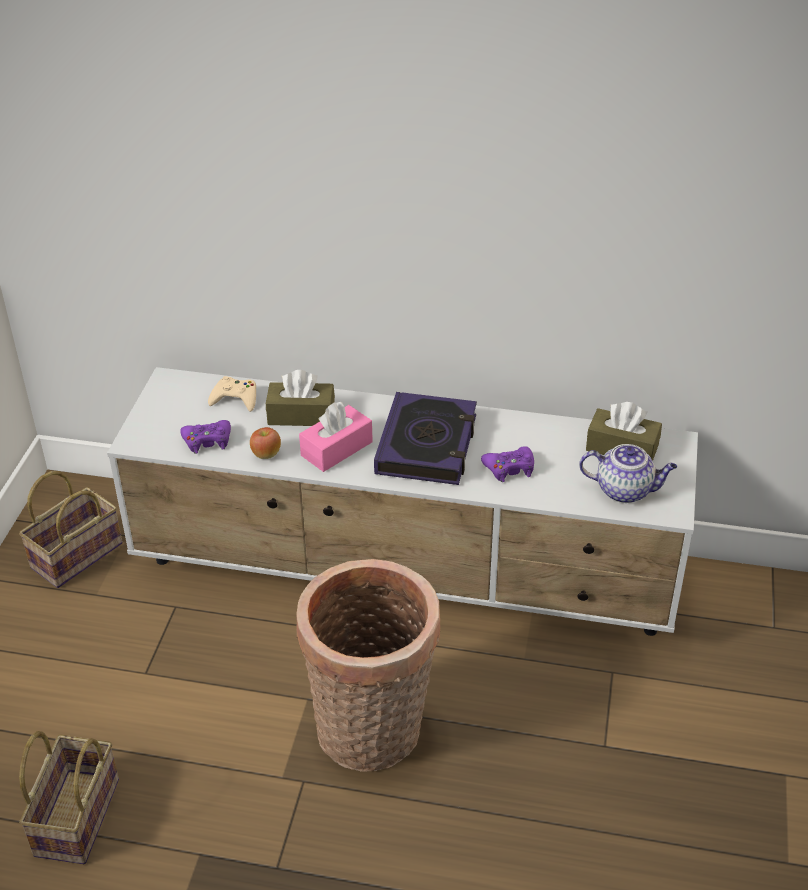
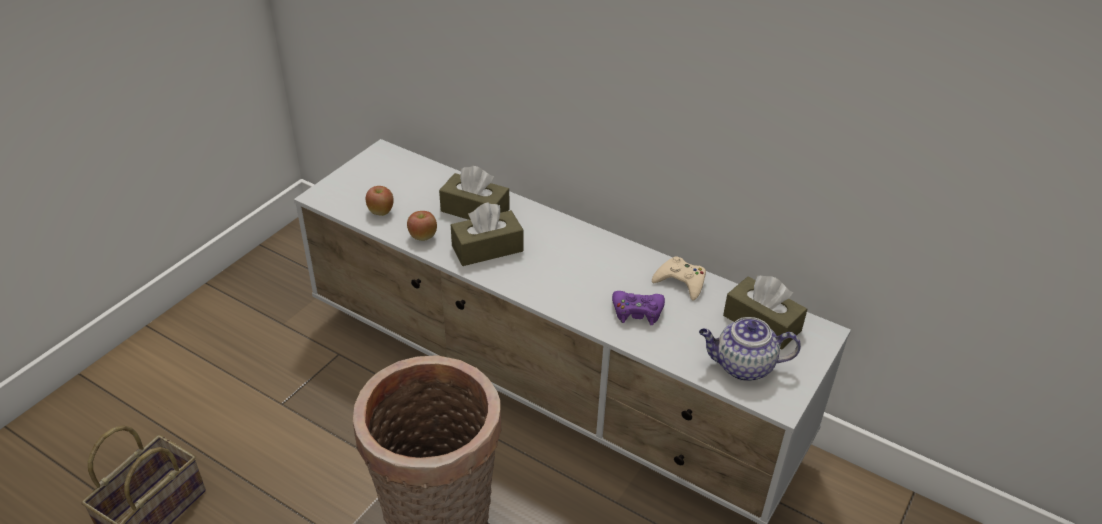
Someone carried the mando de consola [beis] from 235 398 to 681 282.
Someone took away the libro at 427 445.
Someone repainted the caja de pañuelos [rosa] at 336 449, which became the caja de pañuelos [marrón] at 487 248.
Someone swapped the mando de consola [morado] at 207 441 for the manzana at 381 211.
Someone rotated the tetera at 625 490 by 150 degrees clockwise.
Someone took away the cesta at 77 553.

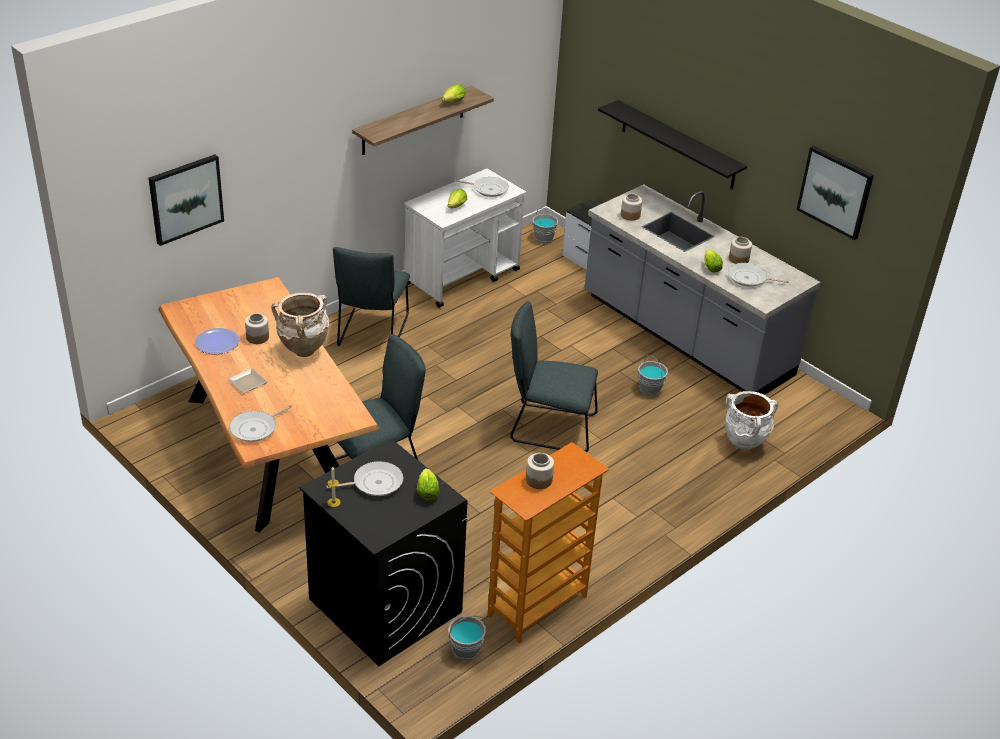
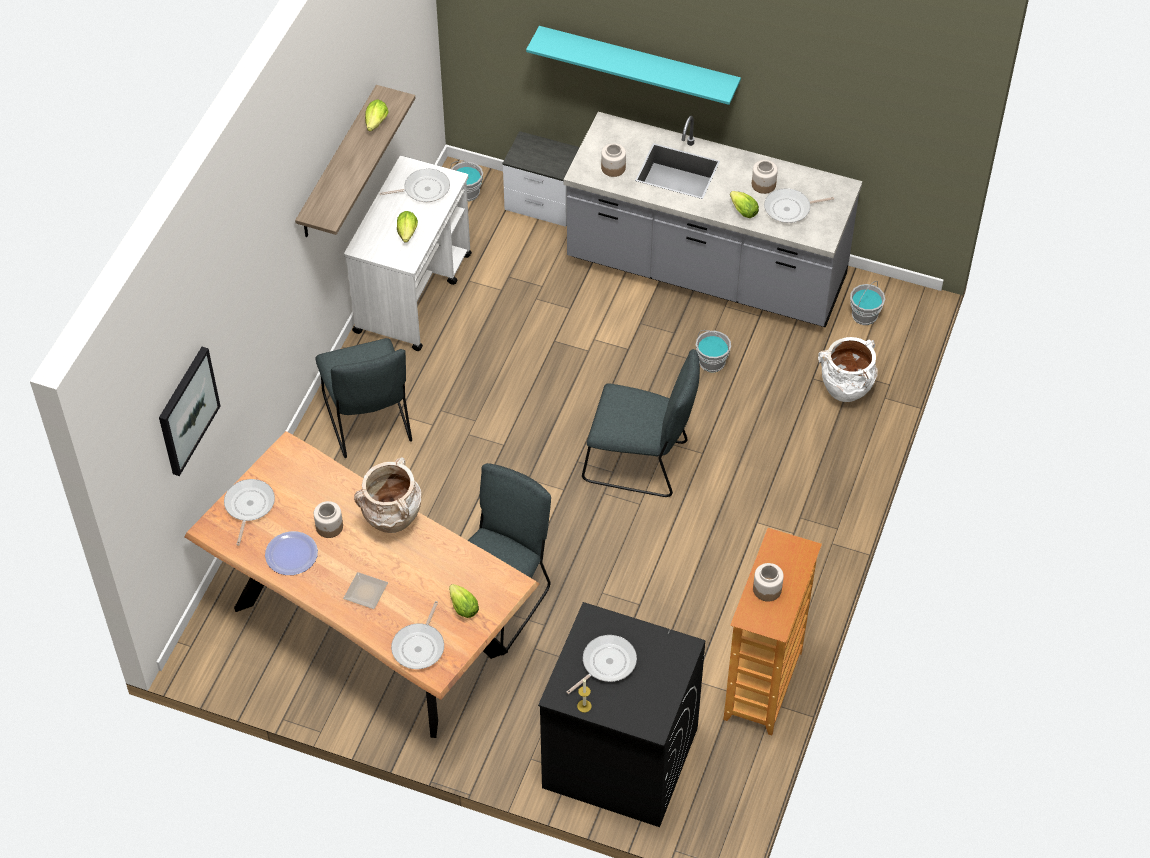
Someone repainted the estante [negro] at 678 145, which became the estante [turquesa] at 638 65.
Someone took away the cuadro at 835 192.
Someone rotated the silla [gris] at 549 427 by 150 degrees counterclockwise.
Someone carried the lechuga from 427 491 to 462 606.
Someone carried the cubo [gris] from 466 650 to 864 316.
Someone put down the sartén at 248 506.

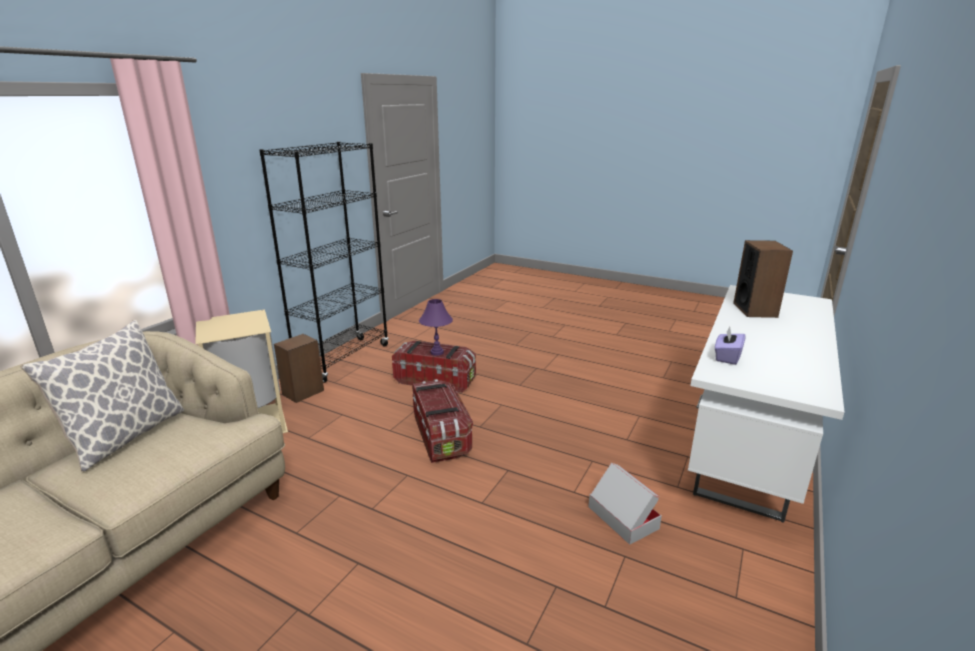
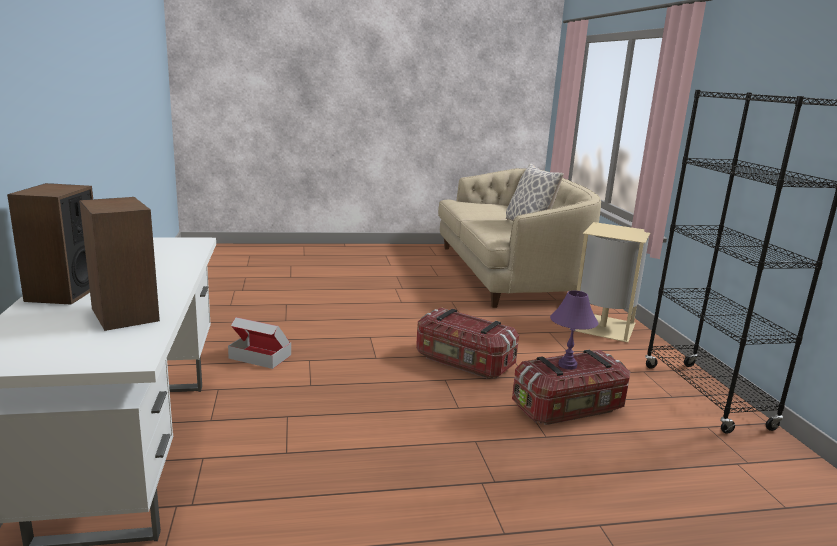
Someone took away the caja de pañuelos [morado] at 727 357.
Someone carried the altavoz from 303 392 to 64 292.

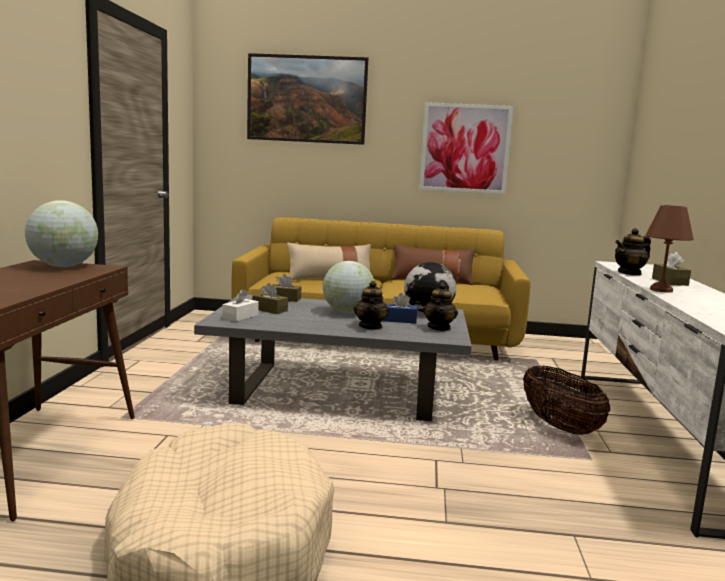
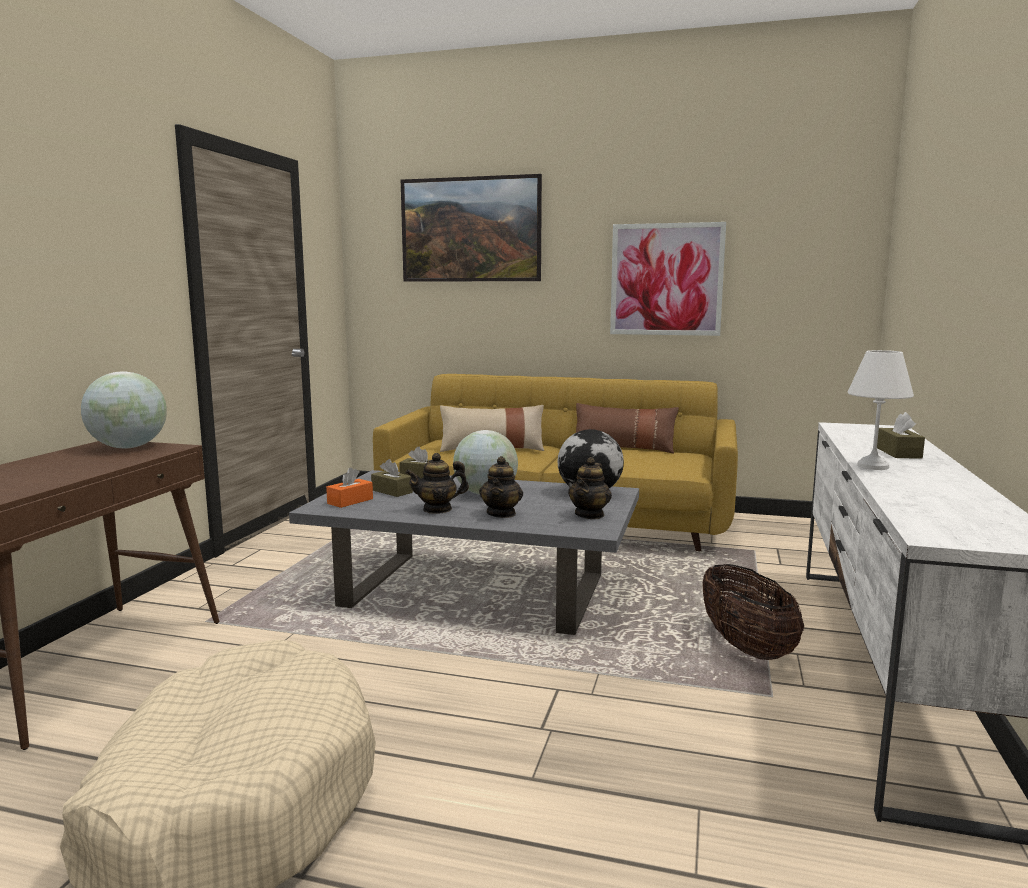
Someone repainted the lámpara de mesa [marrón] at 660 290, which became the lámpara de mesa [blanco] at 871 466.
Someone carried the tetera from 629 273 to 437 509.
Someone repainted the caja de pañuelos [blanco] at 240 317, which became the caja de pañuelos [naranja] at 350 501.
Someone took away the caja de pañuelos [azul] at 399 320.

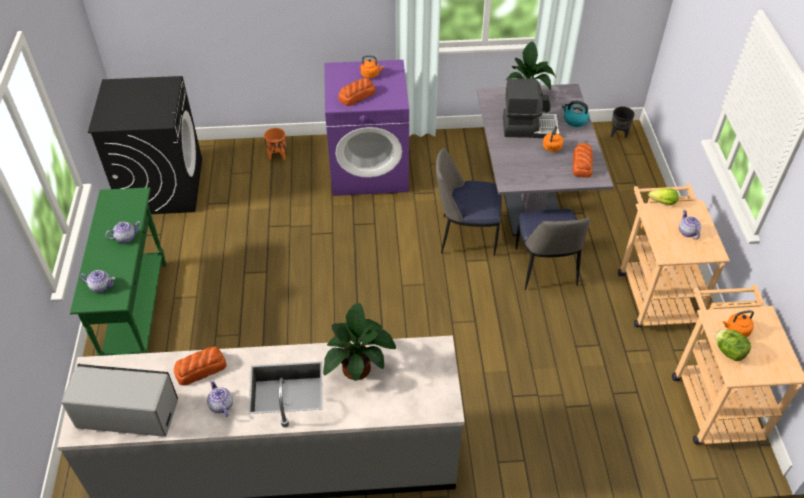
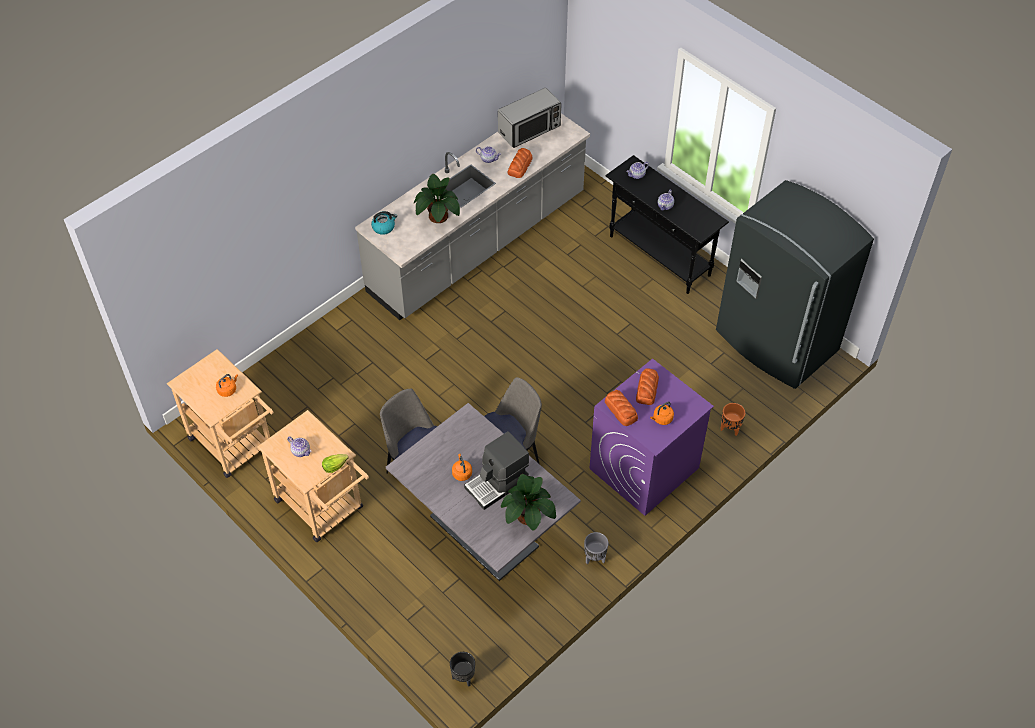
Someone swapped the lavadora [negro] at 162 186 for the nevera [gris] at 775 342.
Someone carried the hervidor from 575 120 to 384 227.
Someone carried the pan from 582 164 to 621 410.
Someone repainted the mesa consola [verde] at 138 314, which became the mesa consola [negro] at 659 256.
Someone took away the lechuga at 729 352.
Someone put down the maceta [gris] at 594 558.

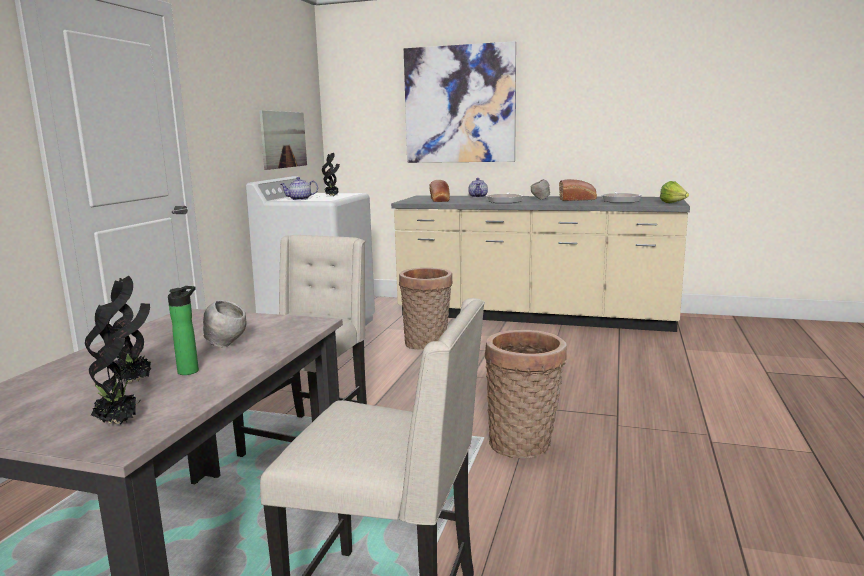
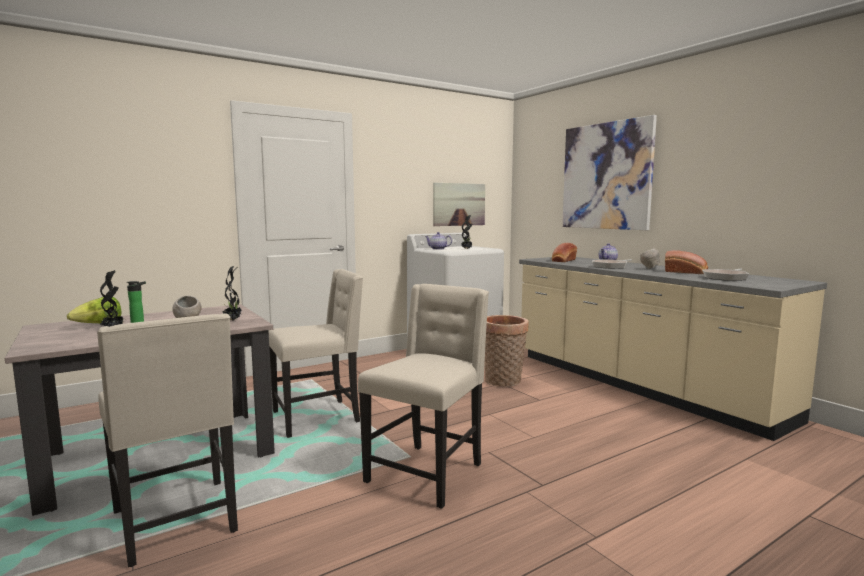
Someone carried the lechuga from 674 204 to 99 325.
Someone carried the planta en maceta from 119 423 to 233 320.
Someone swapped the cesta at 524 444 for the silla [beis] at 427 473.

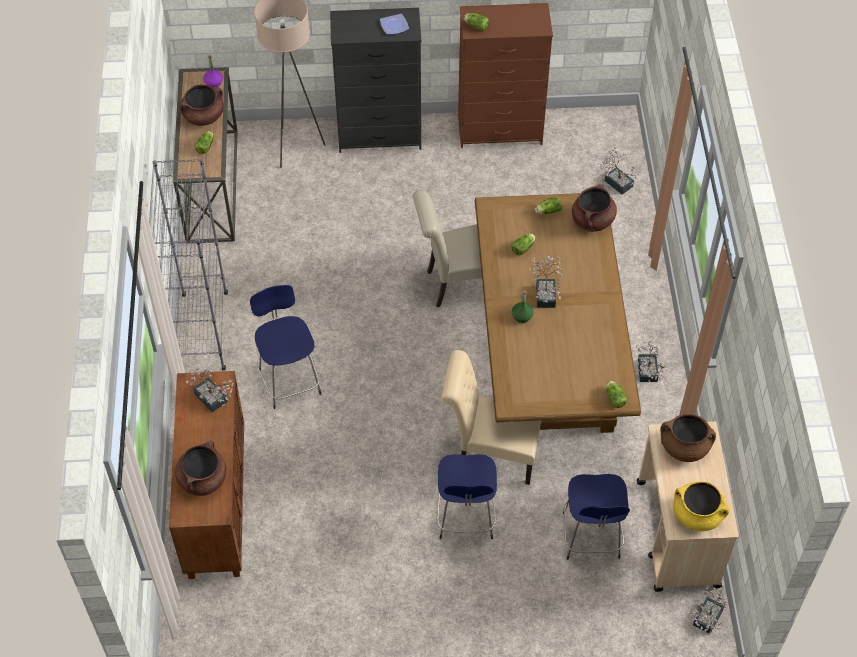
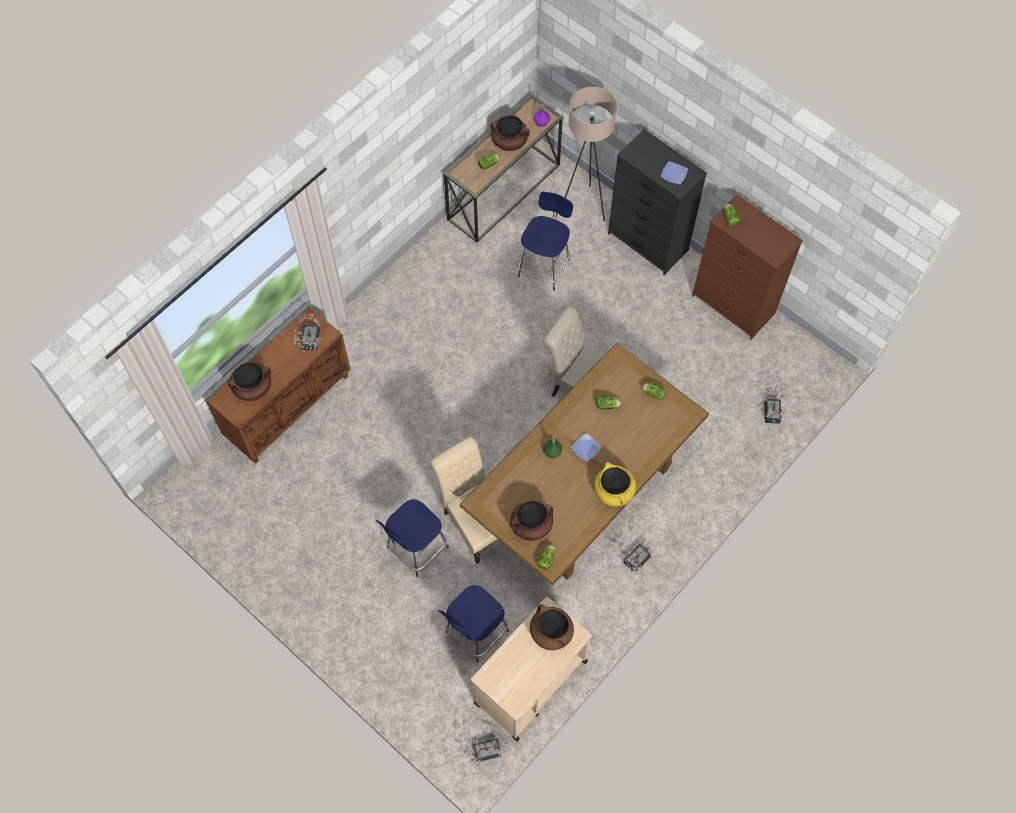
Someone took away the estantería [gris] at 203 332.
Someone carried the olla [marrón] from 592 221 to 531 525.
Someone swapped the planta en maceta at 546 293 for the plato at 585 449.
Someone carried the taburete [azul] from 289 380 to 544 266.
Someone carried the olla [amarillo] from 697 515 to 614 491.

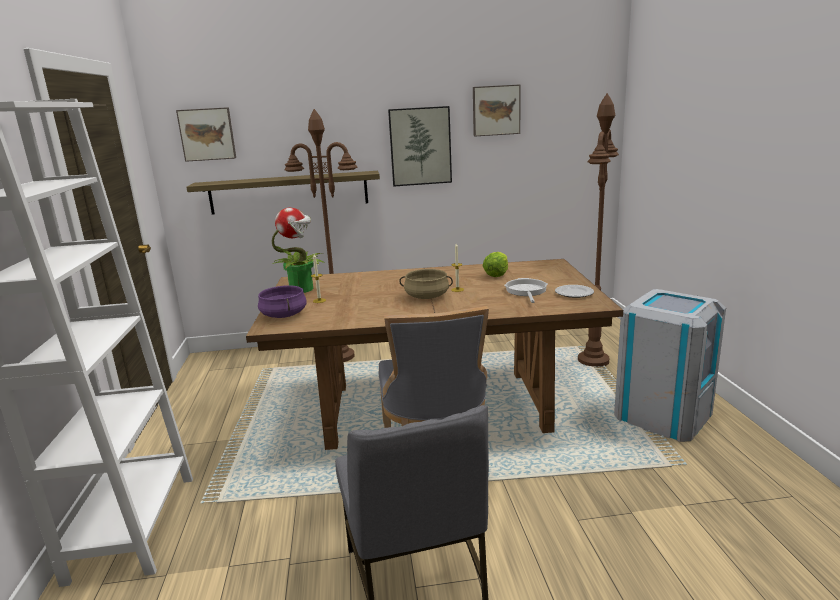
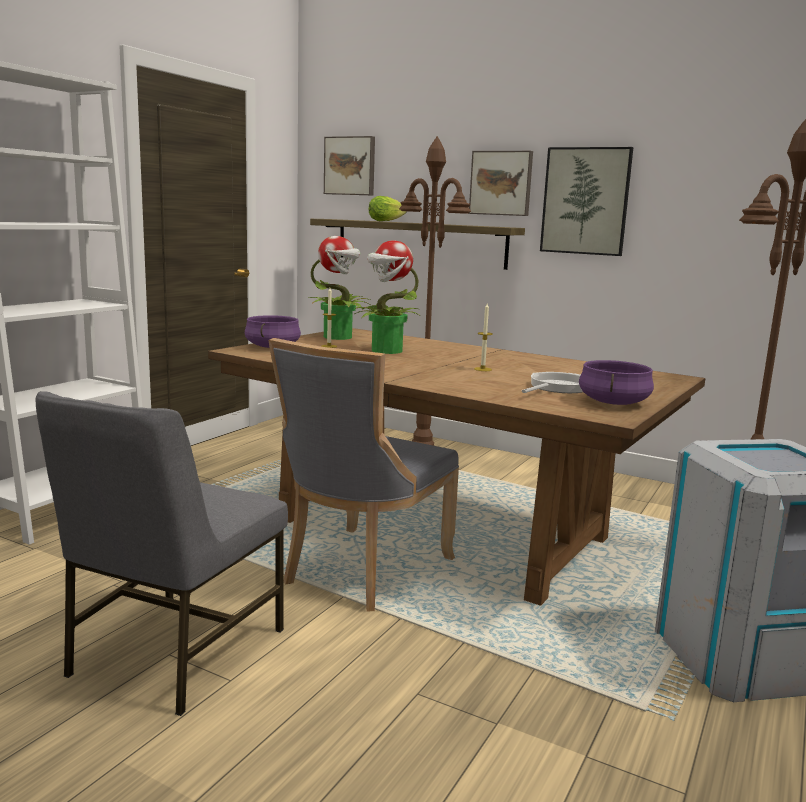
Someone carried the cuadro from 496 110 to 501 183.
Someone carried the lechuga from 496 274 to 385 221.
Someone took away the olla [beis] at 426 297.
Someone swapped the plato at 573 293 for the olla [morado] at 613 402.
Someone put down the planta en maceta at 386 351.

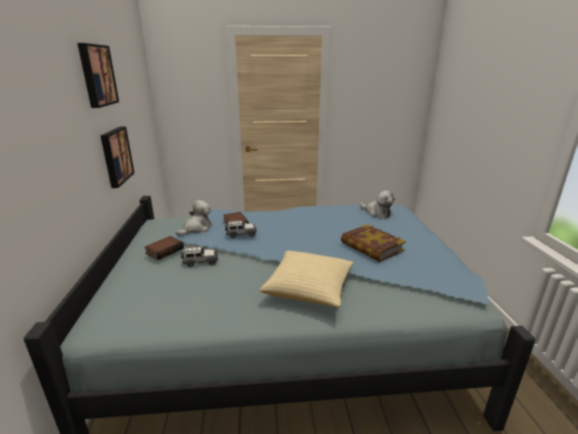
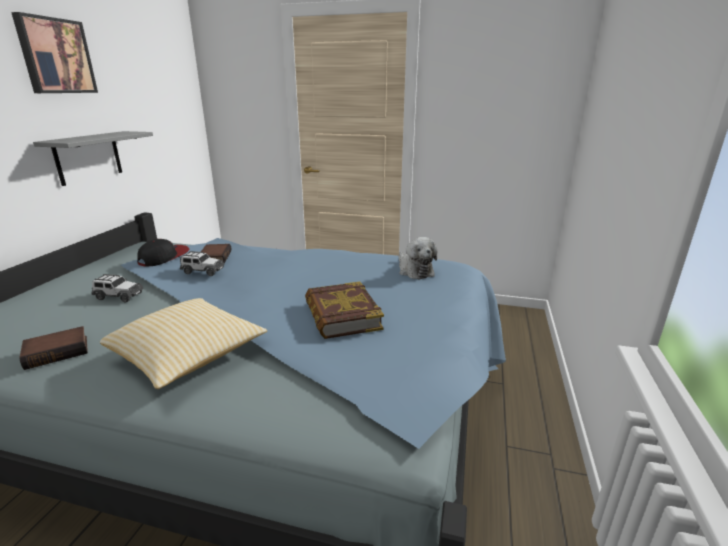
Someone swapped the cuadro at 115 156 for the estante [gris] at 88 157.
Someone swapped the peluche at 196 229 for the gorra at 164 257.
Someone carried the libro from 164 250 to 58 351.

